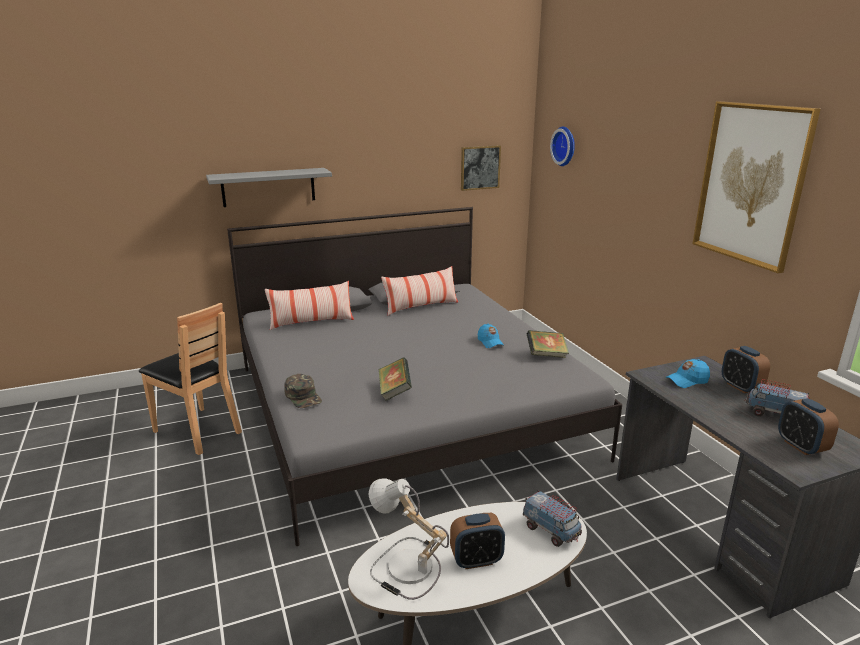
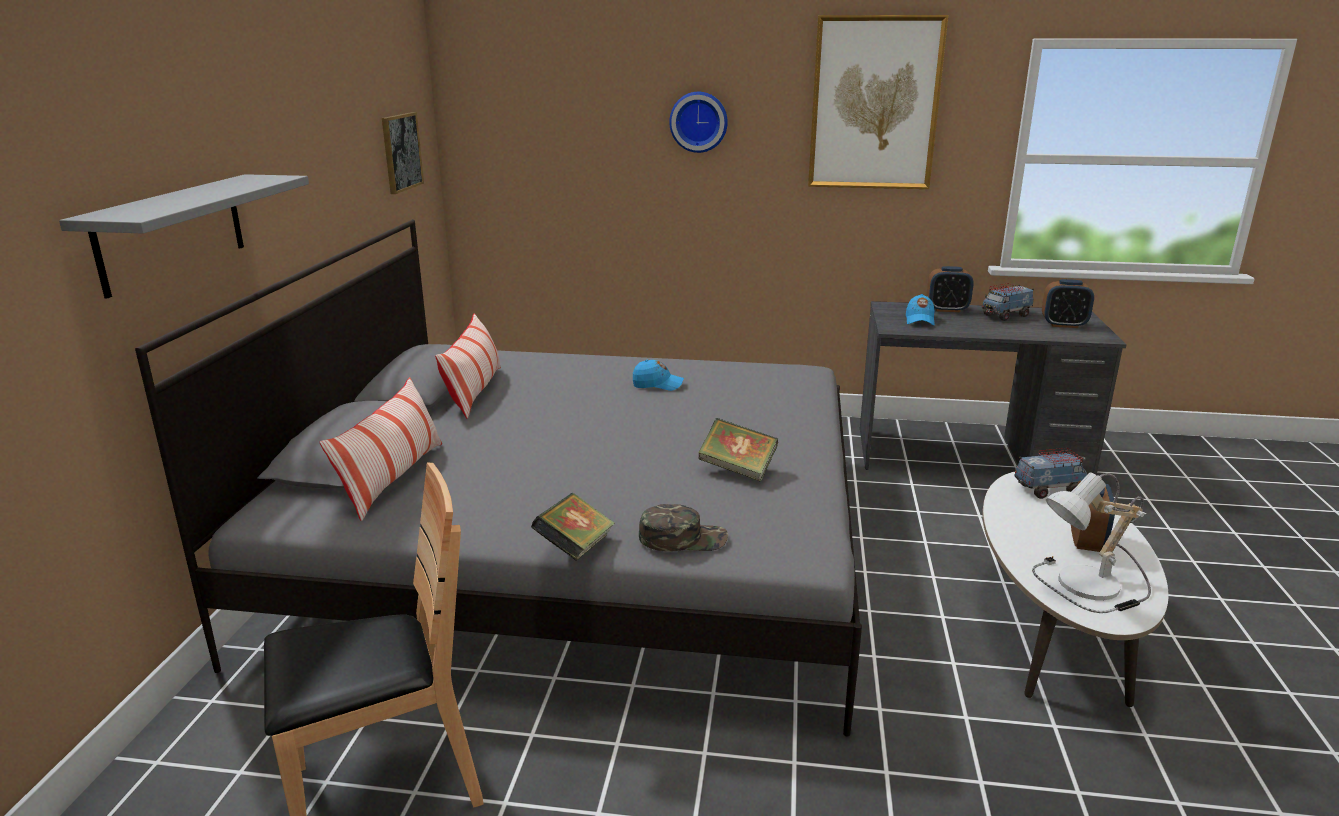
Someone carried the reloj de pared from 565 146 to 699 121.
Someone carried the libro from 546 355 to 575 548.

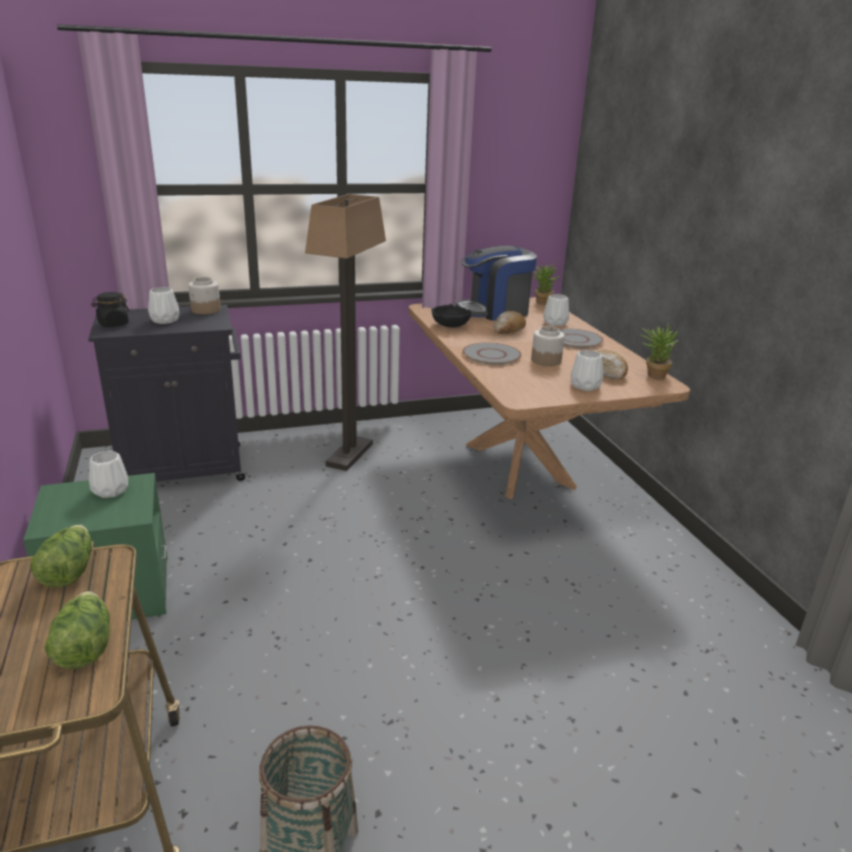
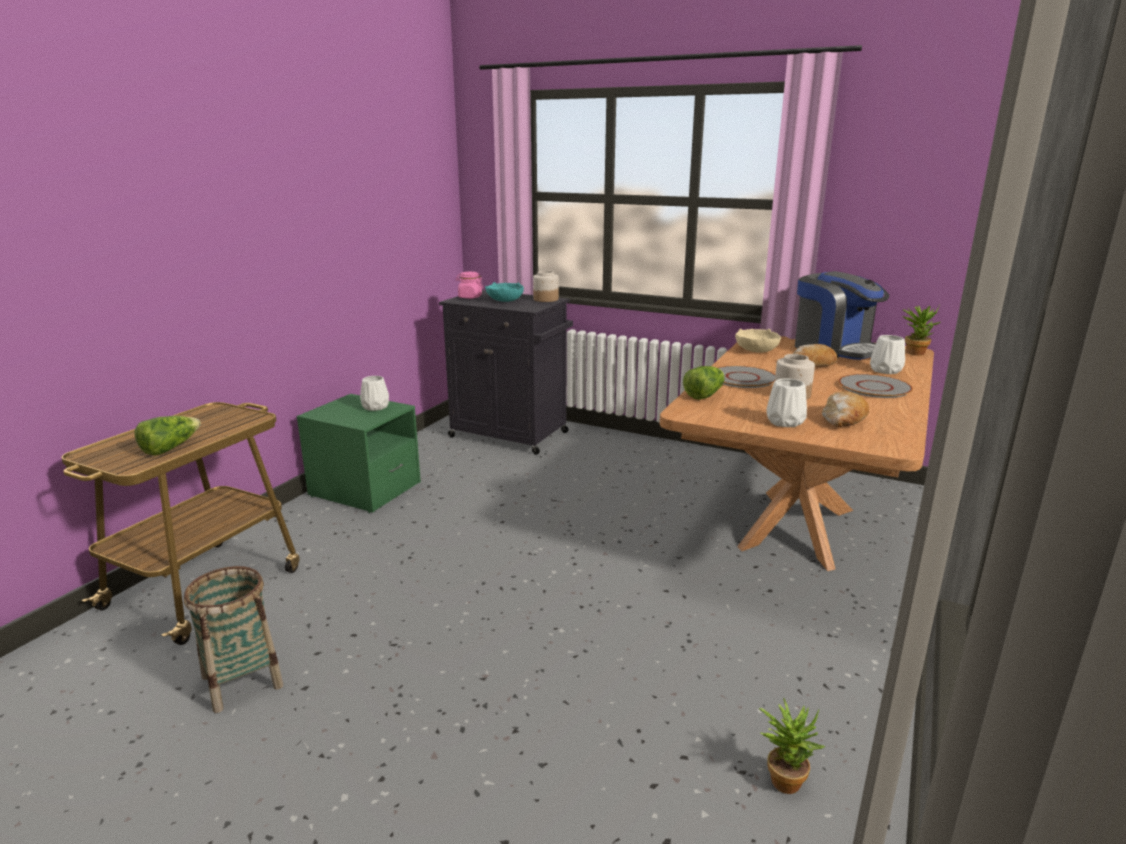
Someone took away the lámpara de pie at 349 454.
Someone rotated the cafetera at 494 311 by 150 degrees counterclockwise.
Someone swapped the florero [blanco] at 165 320 for the cuenco [turquesa] at 505 300.
Someone repainted the tarro [negro] at 113 324, which became the tarro [rosa] at 470 297.
Someone repainted the cuenco [negro] at 450 325, which became the cuenco [beis] at 756 350.
Someone carried the planta en maceta from 653 374 to 784 777.
Someone carried the lechuga from 68 571 to 704 394.

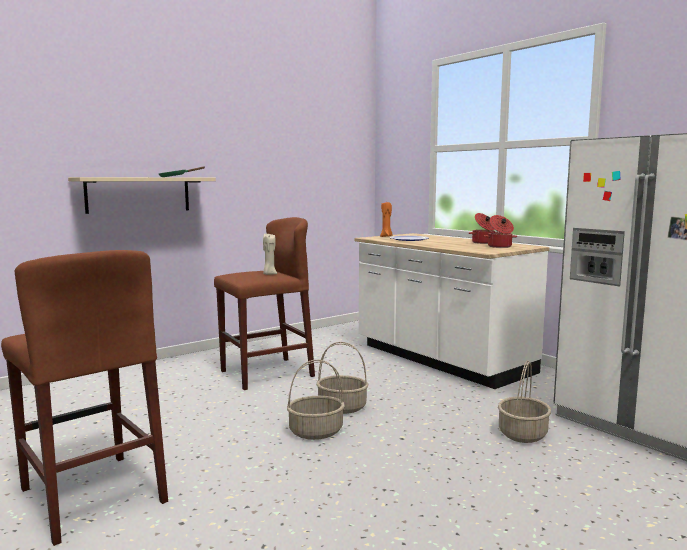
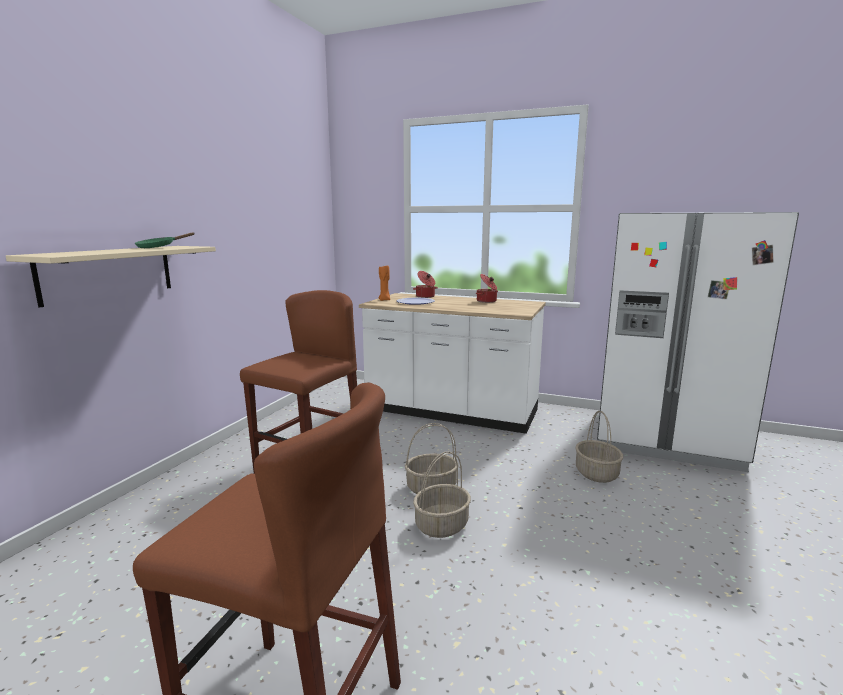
Someone carried the olla from 499 246 to 425 296.
Someone took away the vela [beis] at 269 274.

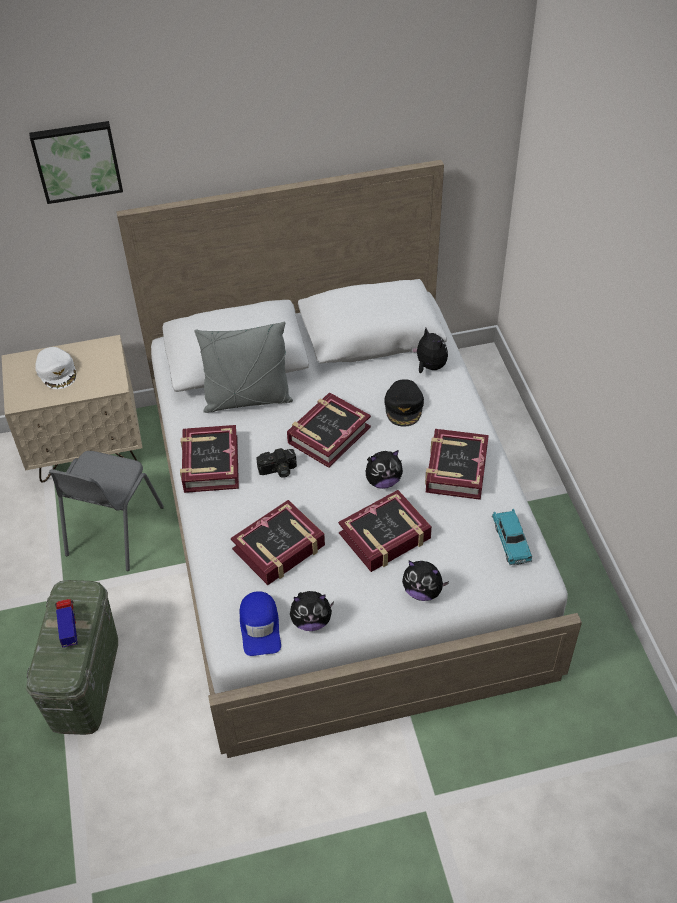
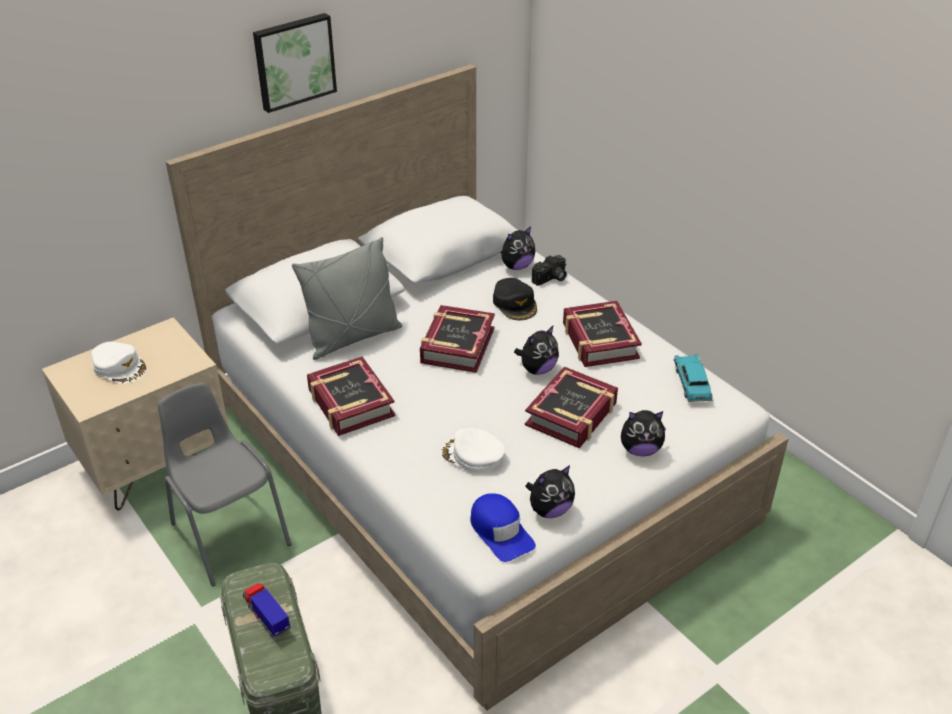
Someone carried the cuadro from 77 160 to 294 61.
Someone rotated the peluche at 429 366 by 120 degrees clockwise.
Someone carried the cámara from 278 470 to 551 279.
Someone rotated the silla [gris] at 113 531 by 150 degrees clockwise.
Someone swapped the libro at 279 548 for the gorra [blanco] at 473 455.
Someone rotated the coche de juguete [turquesa] at 510 542 by 150 degrees counterclockwise.

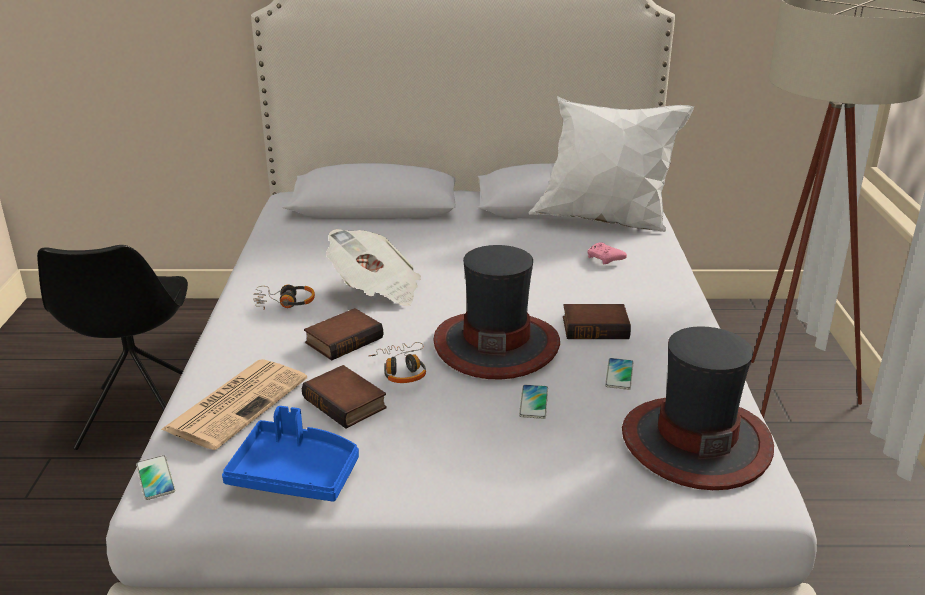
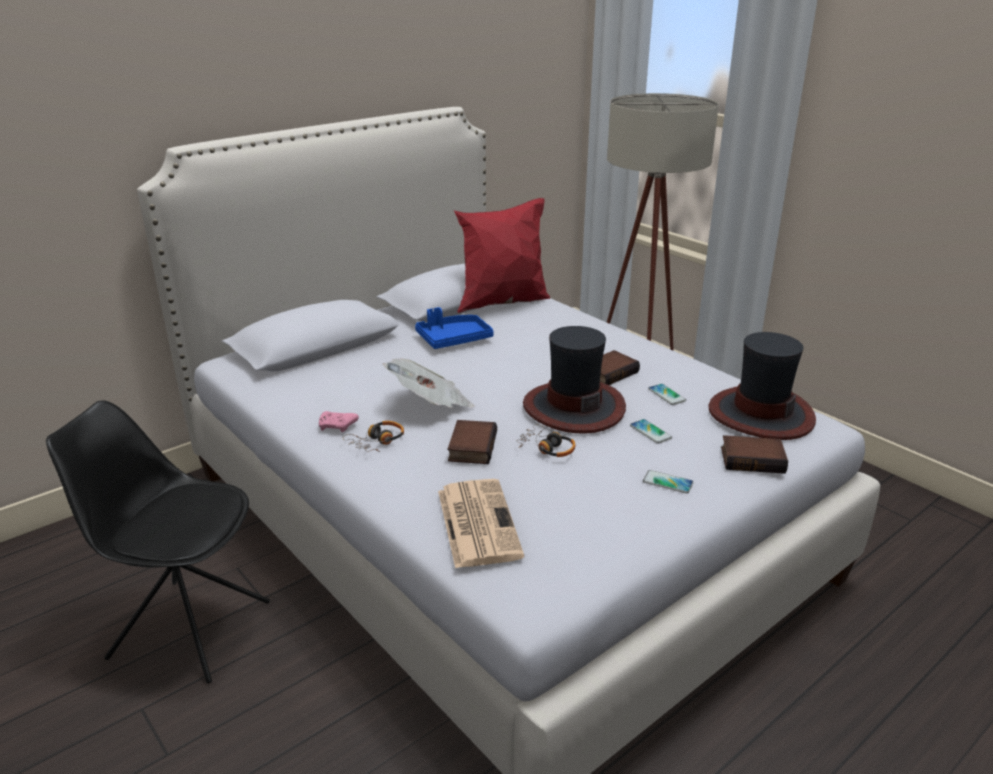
Someone repainted the cojín [blanco] at 605 222, which became the cojín [rojo] at 503 303.
Someone carried the mando de consola [rosa] from 605 259 to 338 426.
Someone rotated the silla [negro] at 141 417 by 150 degrees clockwise.
Someone carried the libro from 347 403 to 753 459.
Someone carried the bandeja [azul] from 295 474 to 453 339.
Someone carried the móvil from 155 478 to 667 482.

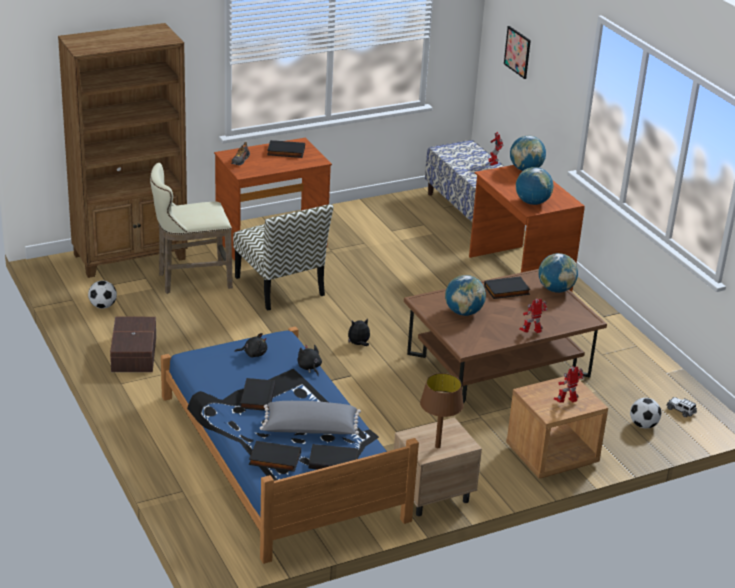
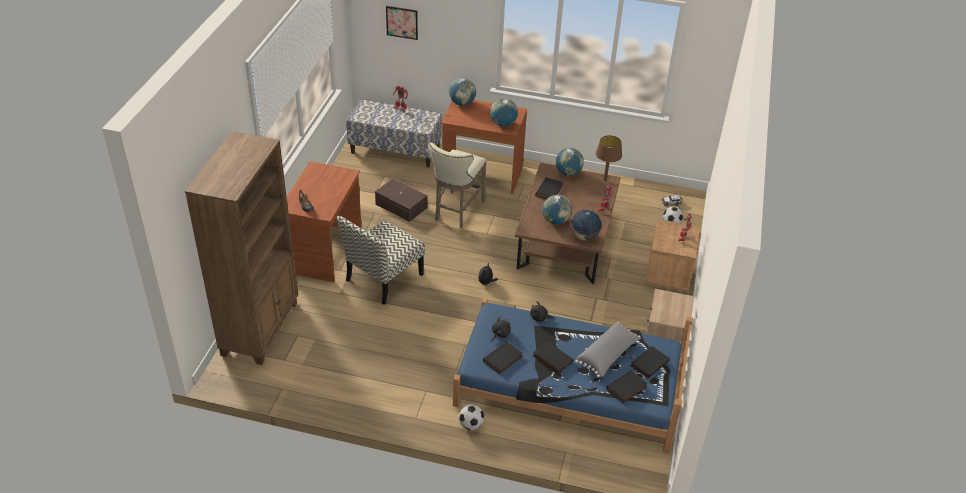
Someone carried the libro [negro] from 285 152 to 503 359.
Someone carried the taburete [beis] from 190 280 to 456 212.
Someone rotated the silla at 280 287 by 120 degrees clockwise.
Someone carried the balón de fútbol from 103 306 to 471 425.
Someone carried the caja de almacenaje [marrón] from 133 354 to 401 206.
Someone carried the lámpara de mesa [marrón] from 437 446 to 605 180.
Someone put down the globo terráqueo at 584 236.

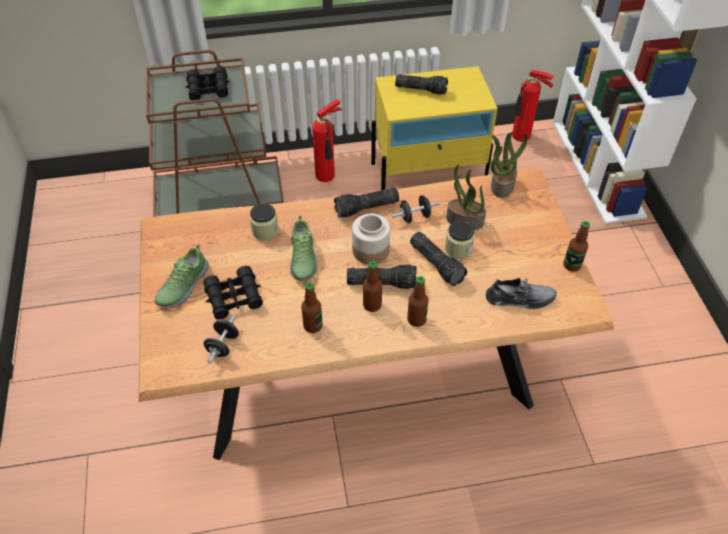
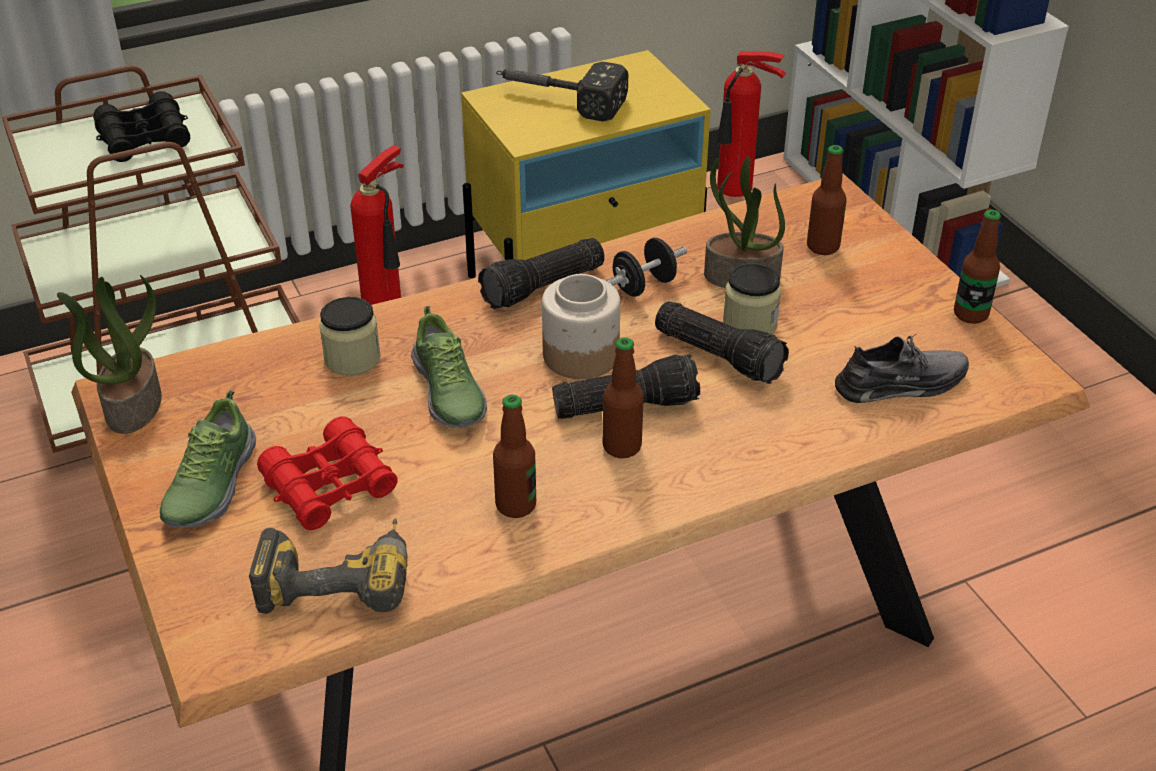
Someone swapped the linterna at 421 89 for the martillo at 557 98.
Someone carried the planta en maceta from 502 184 to 132 405.
Someone repainted the prismáticos [negro] at 234 297, which became the prismáticos [rojo] at 330 486.
Someone carried the botella from 416 320 to 823 247.
Someone swapped the mancuerna [negro] at 223 346 for the taladro at 338 577.

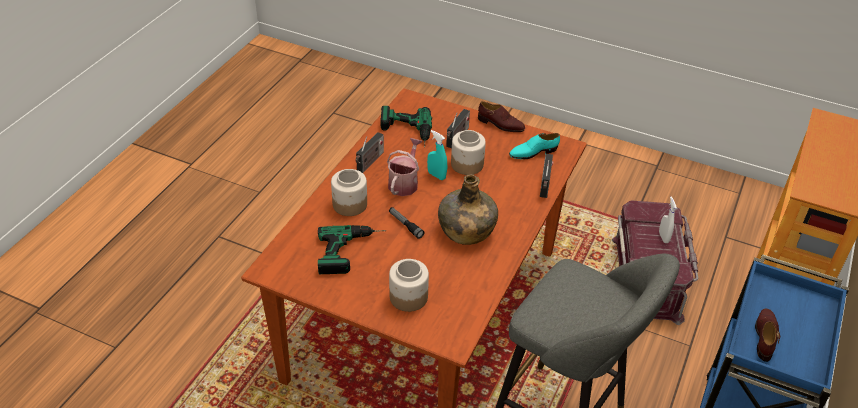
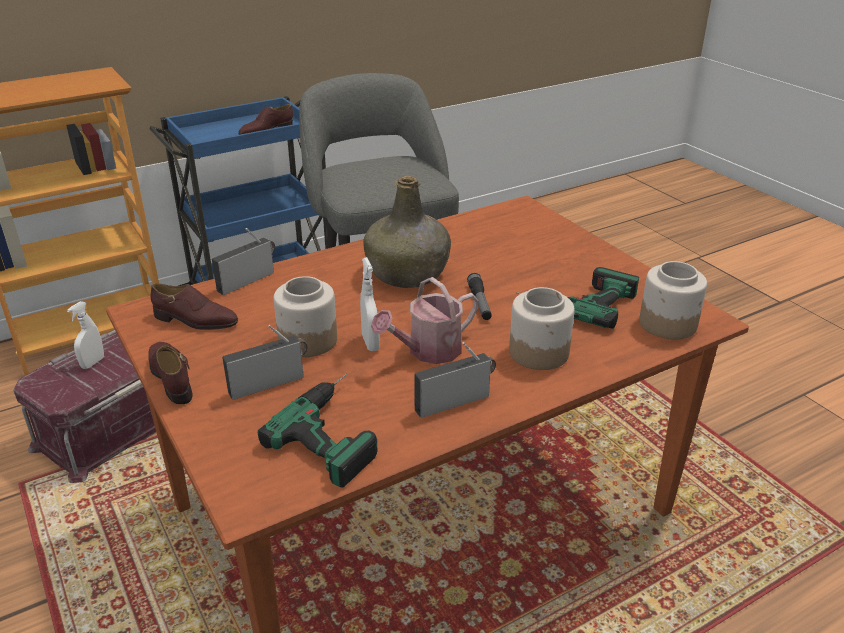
Someone repainted the pulverizador [turquesa] at 436 175, which became the pulverizador [blanco] at 370 343.
Someone repainted the zapato [turquesa] at 533 152, which became the zapato [marrón] at 195 320.
Someone carried the tarro from 408 297 to 668 324.

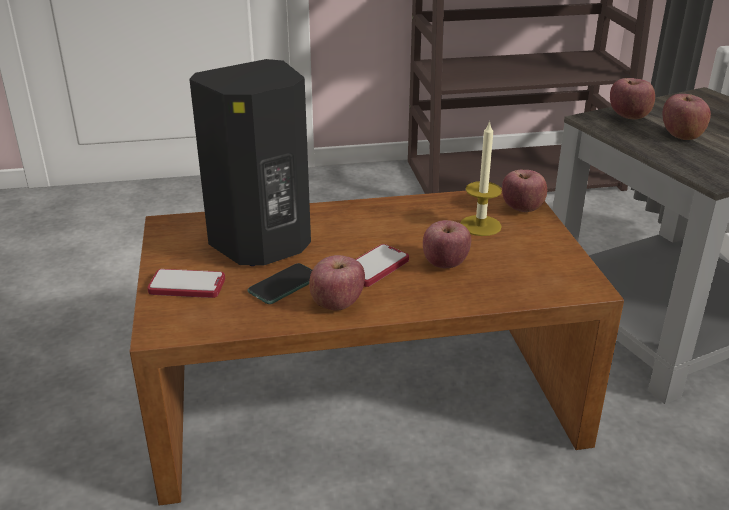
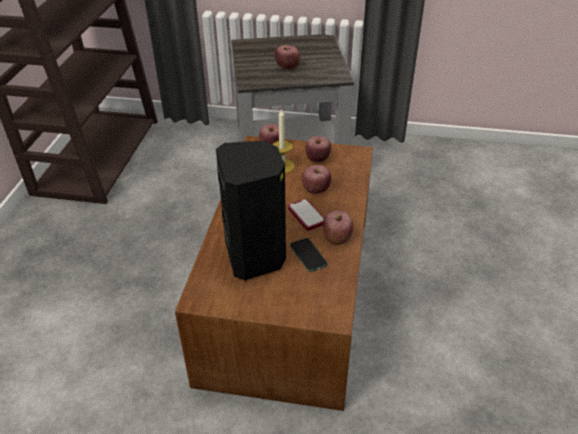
Someone carried the manzana from 629 116 to 317 159.
Someone took away the móvil at 187 285.

